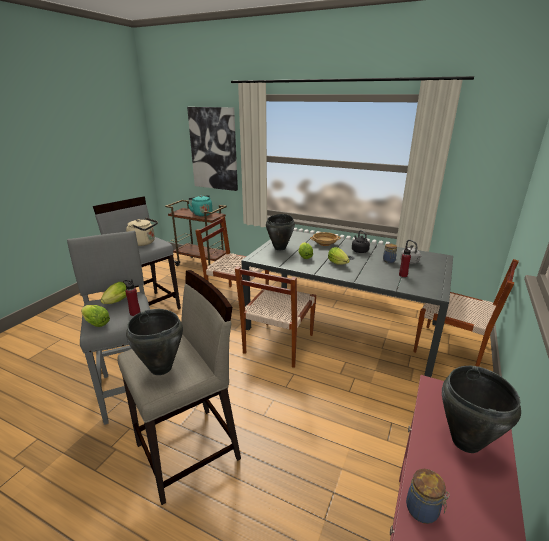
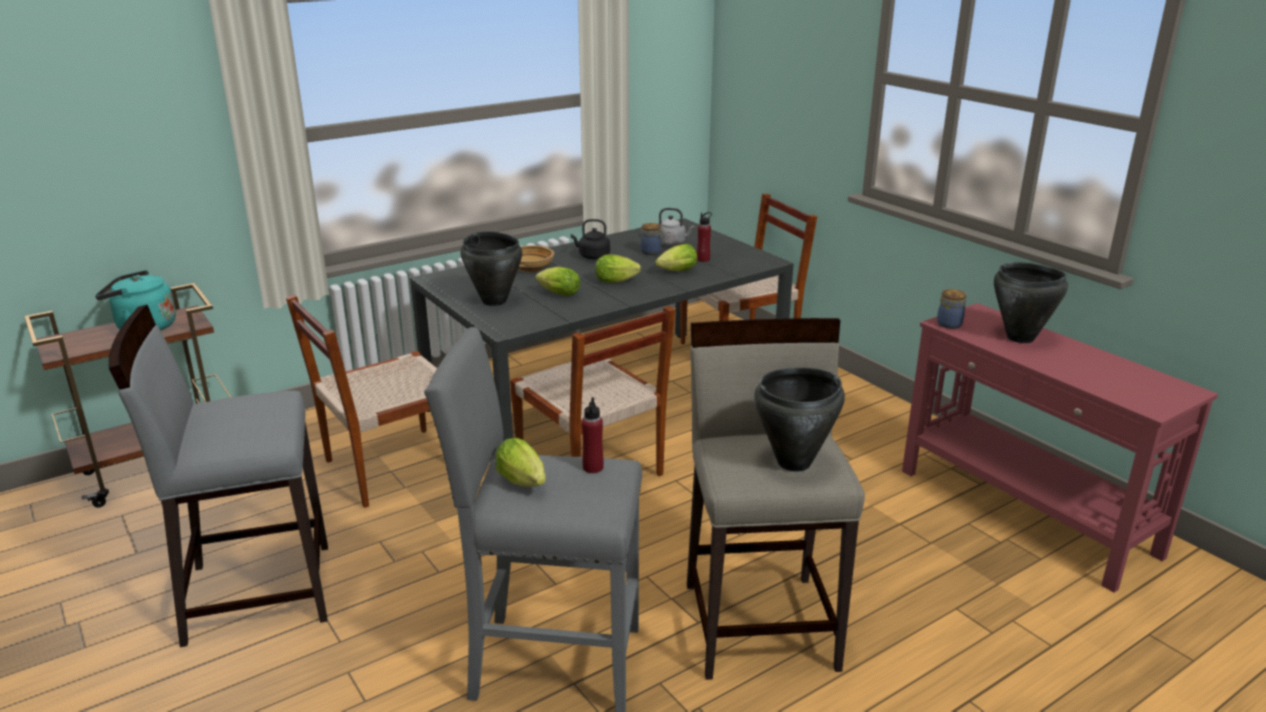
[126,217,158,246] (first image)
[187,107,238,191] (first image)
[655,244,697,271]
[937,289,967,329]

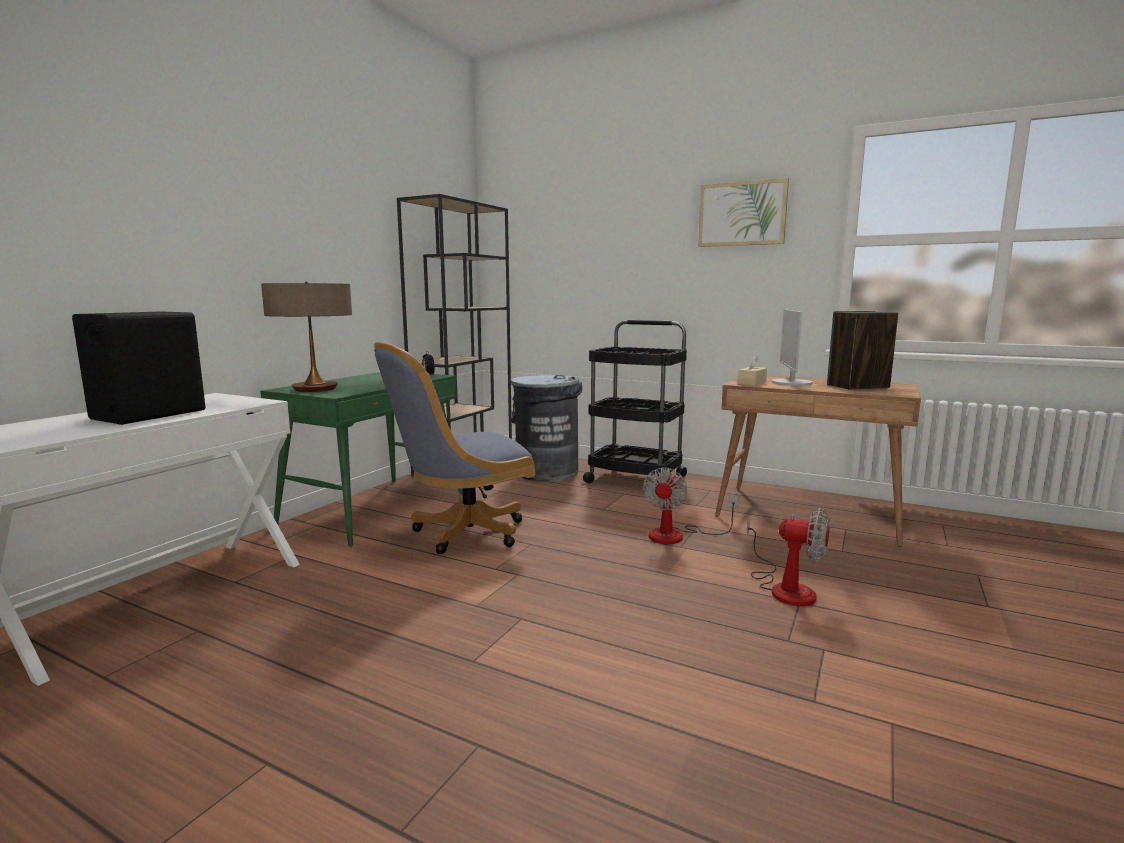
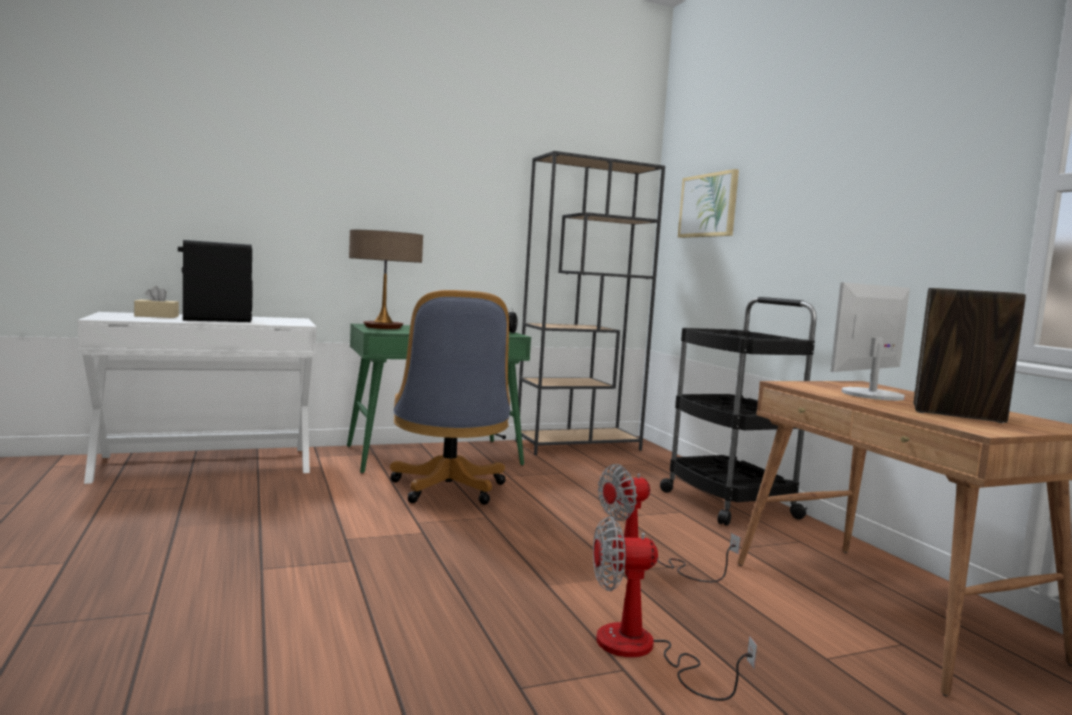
[511,375,583,482] (first image)
[678,169,739,238]
[134,286,179,318]
[390,290,510,505]
[593,517,757,701]

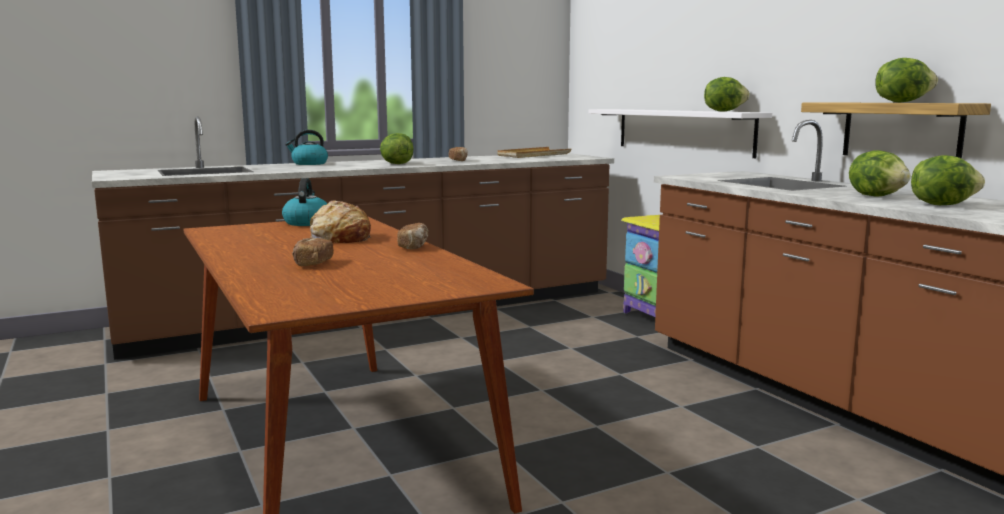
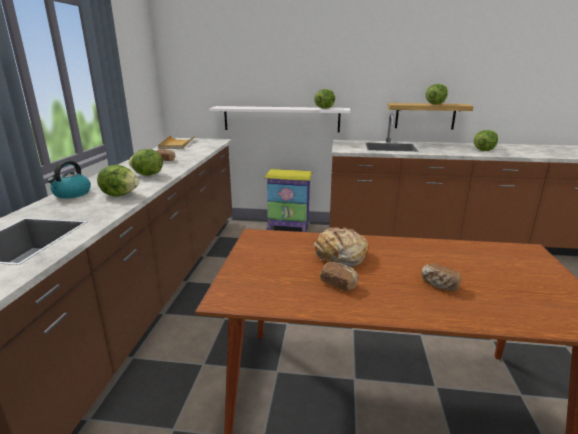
[282,178,327,226] (first image)
[320,262,358,291]
[97,165,139,196]

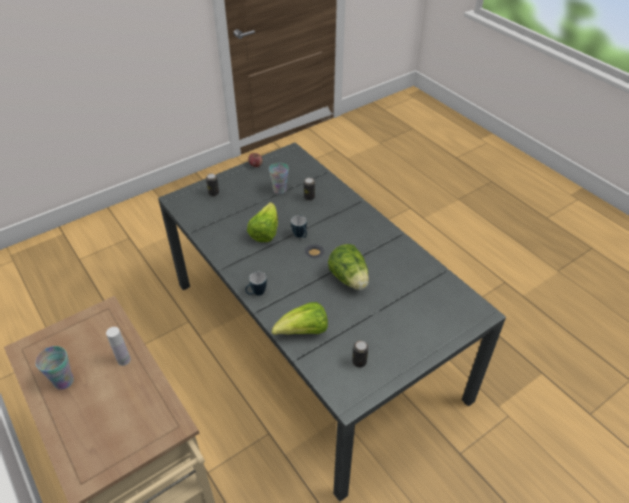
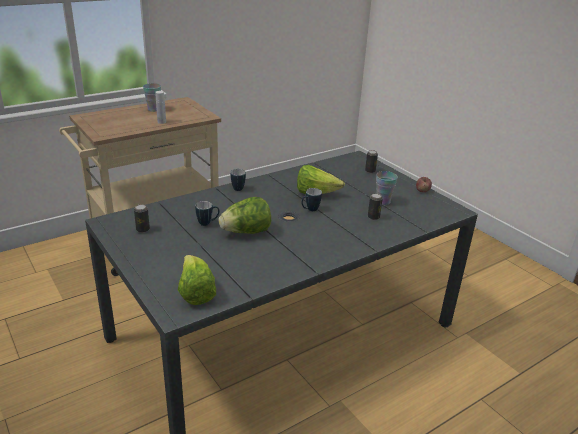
[195,201,219,226]
[178,255,216,305]

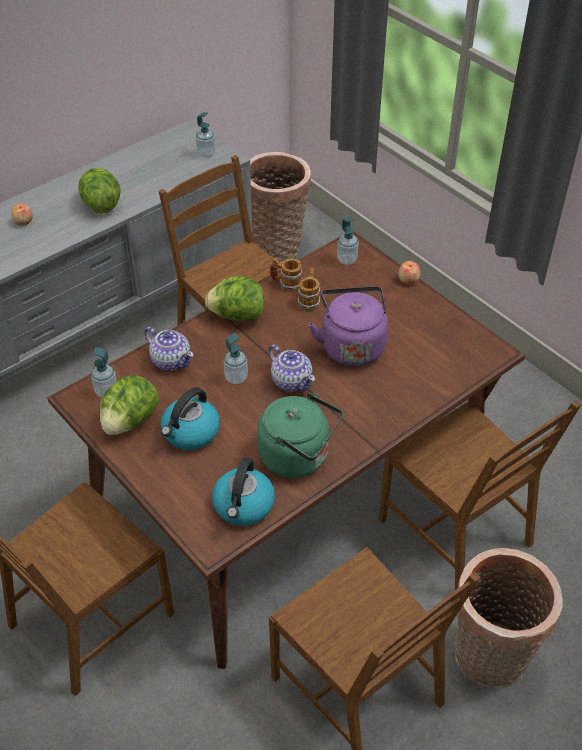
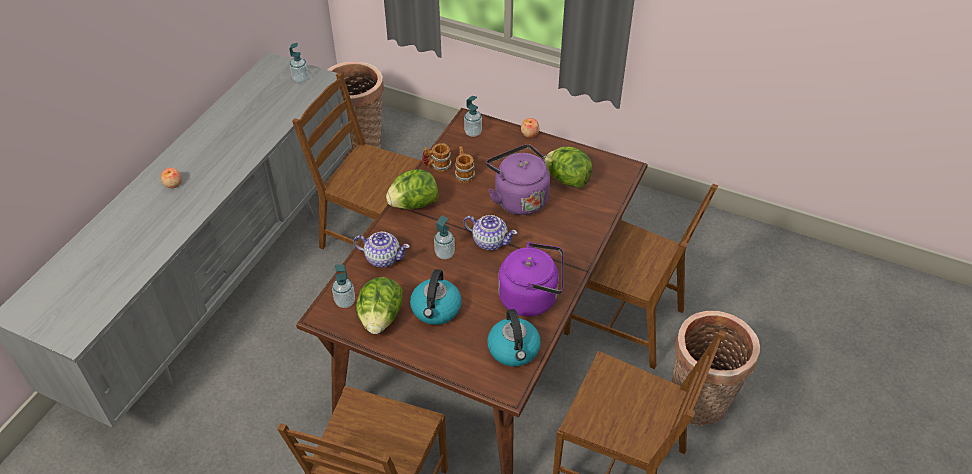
[544,146,592,188]
[498,242,564,317]

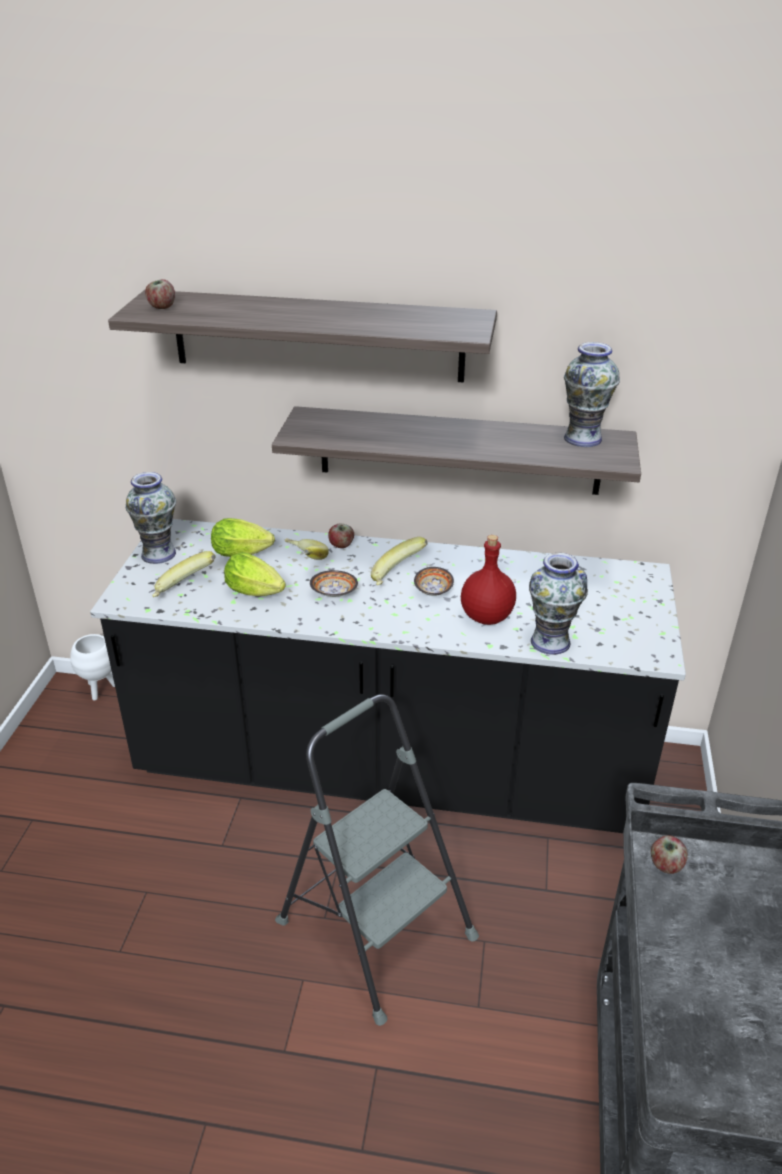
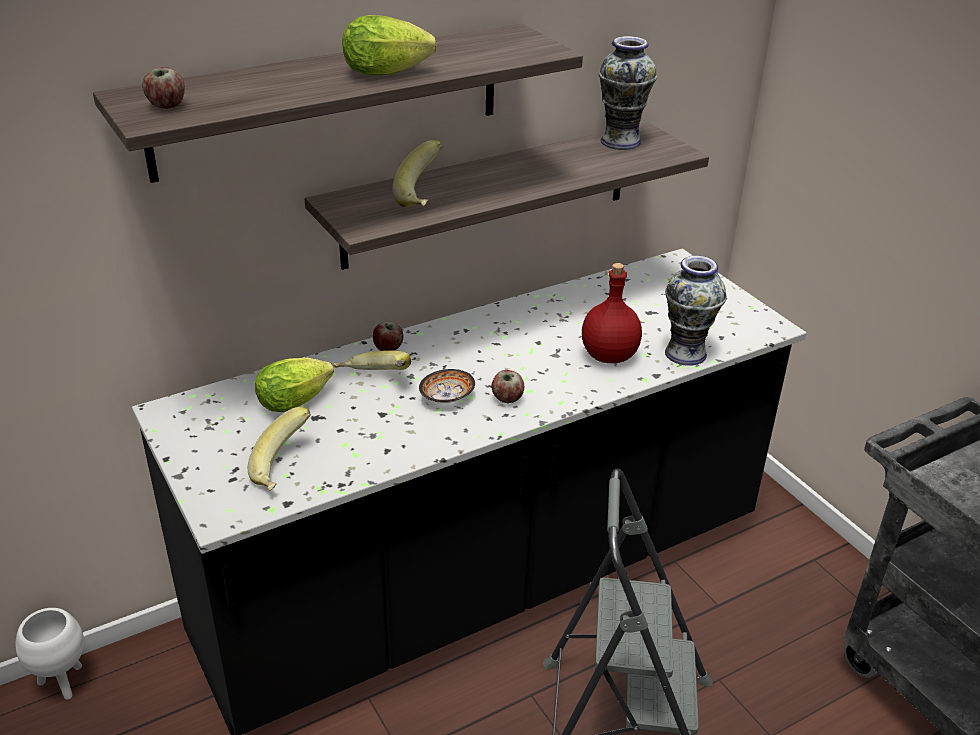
[125,472,176,564] (first image)
[414,567,454,596] (first image)
[342,15,437,75]
[392,140,443,207]
[492,370,524,403]

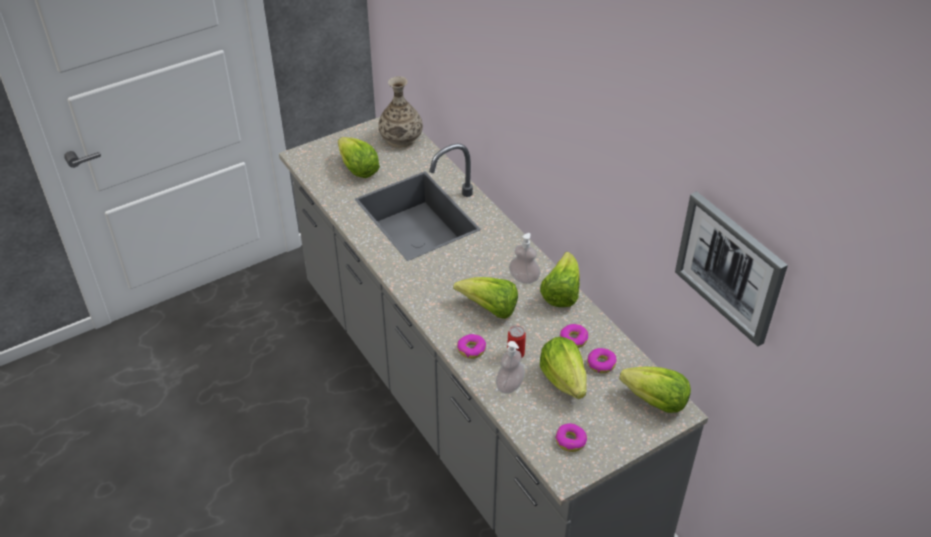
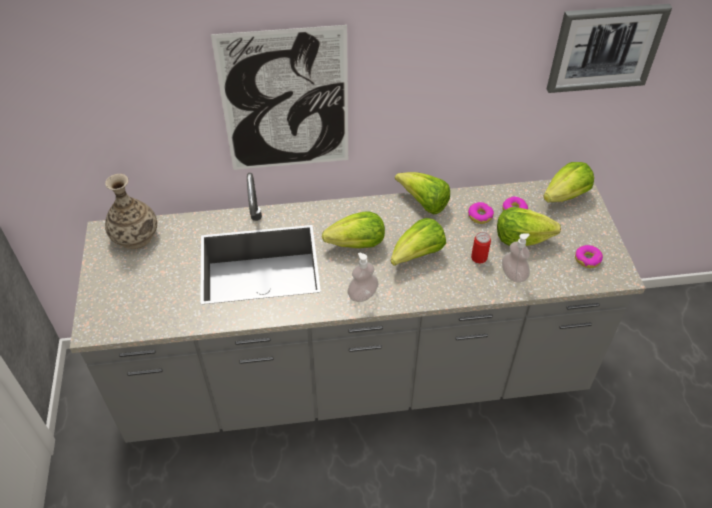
[457,334,486,359] (first image)
[211,25,348,170]
[322,211,385,248]
[347,253,378,302]

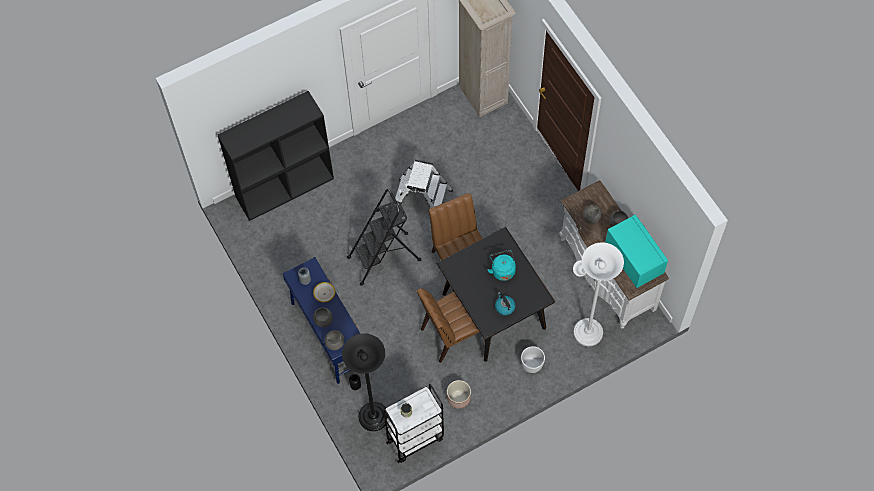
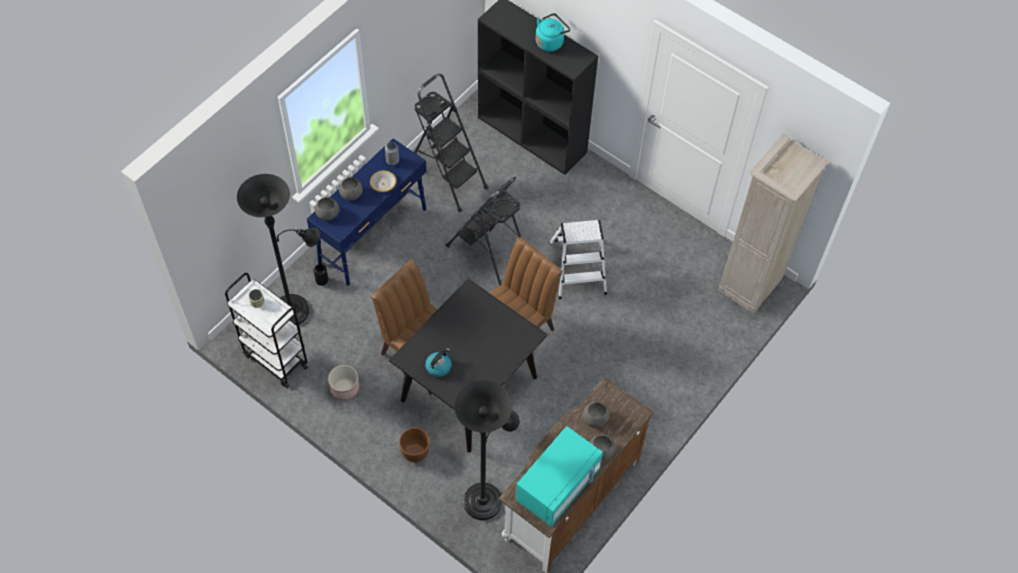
[414,74,489,212]
[536,13,570,52]
[399,428,430,462]
[455,380,520,520]

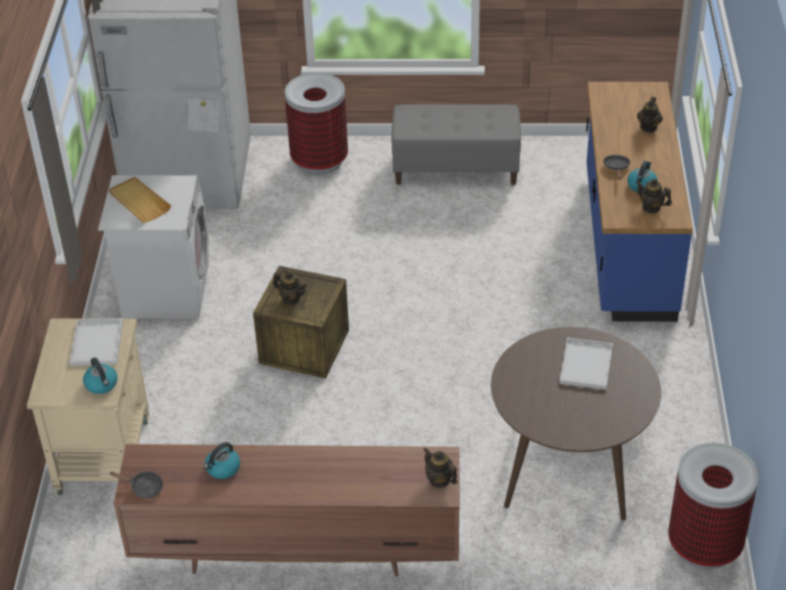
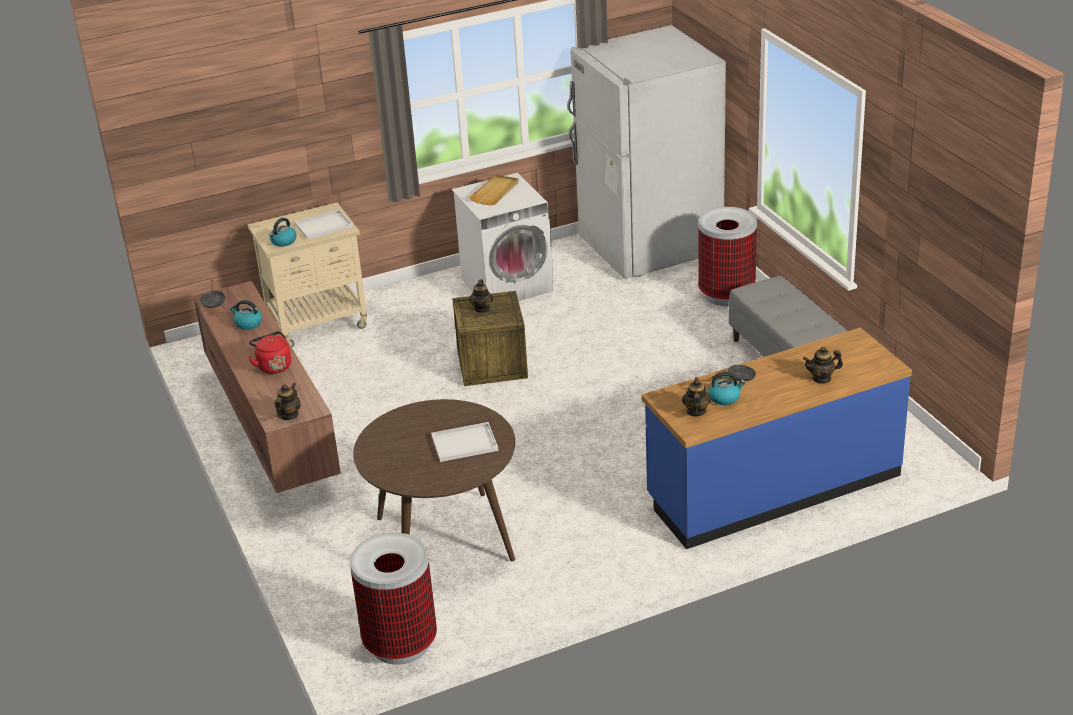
[249,331,291,374]

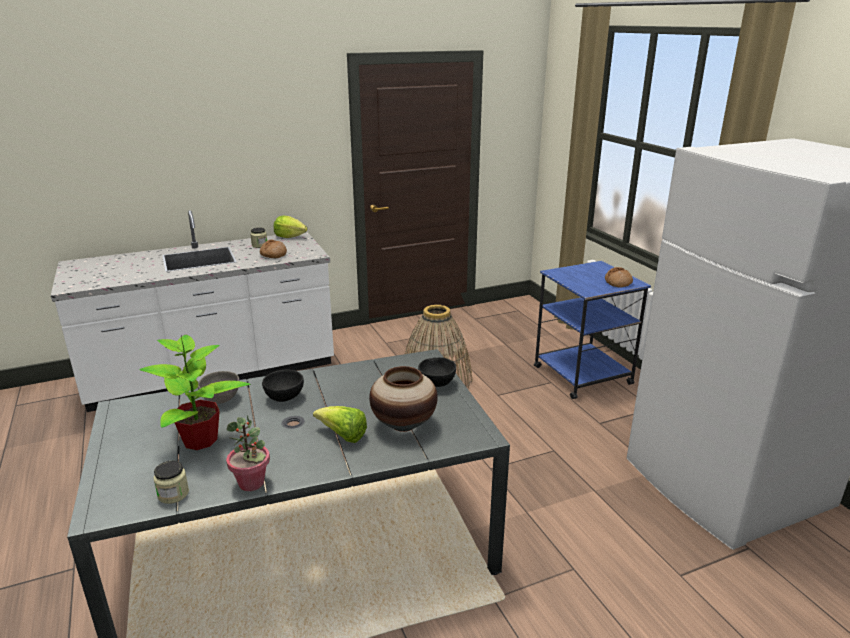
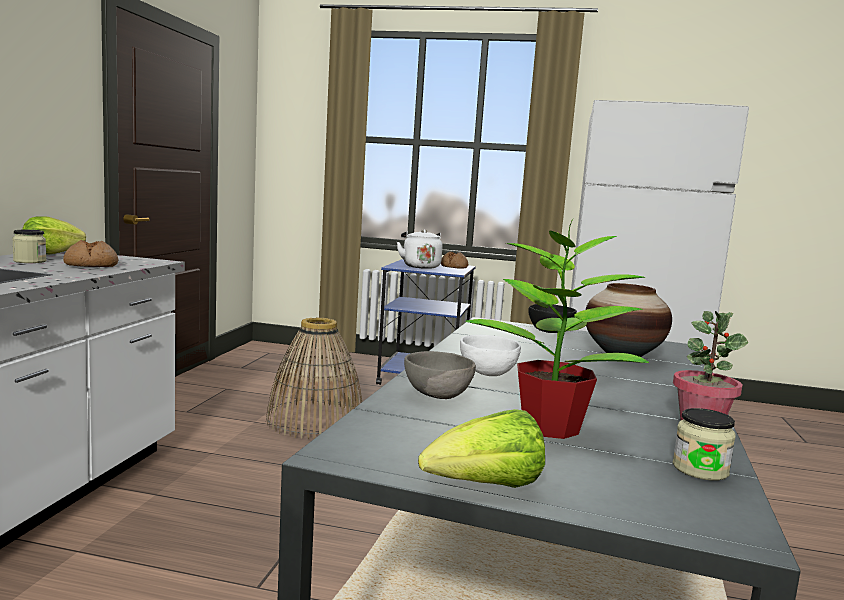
[397,229,443,269]
[418,409,545,488]
[460,335,521,376]

